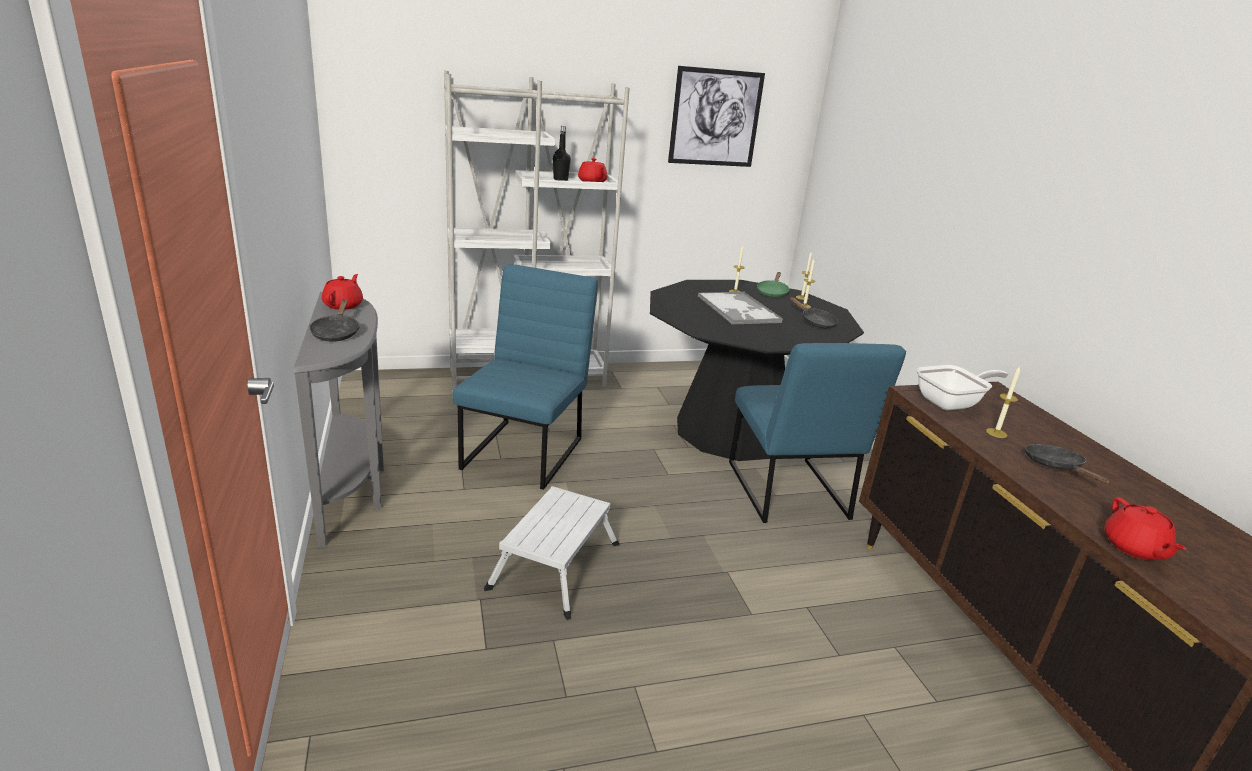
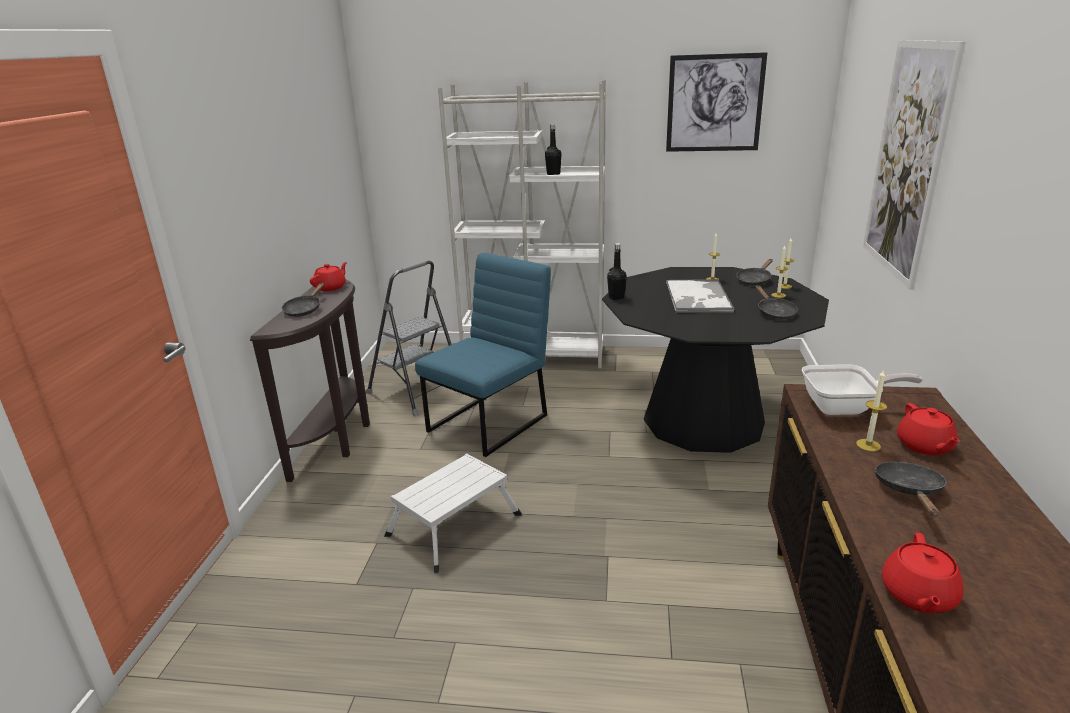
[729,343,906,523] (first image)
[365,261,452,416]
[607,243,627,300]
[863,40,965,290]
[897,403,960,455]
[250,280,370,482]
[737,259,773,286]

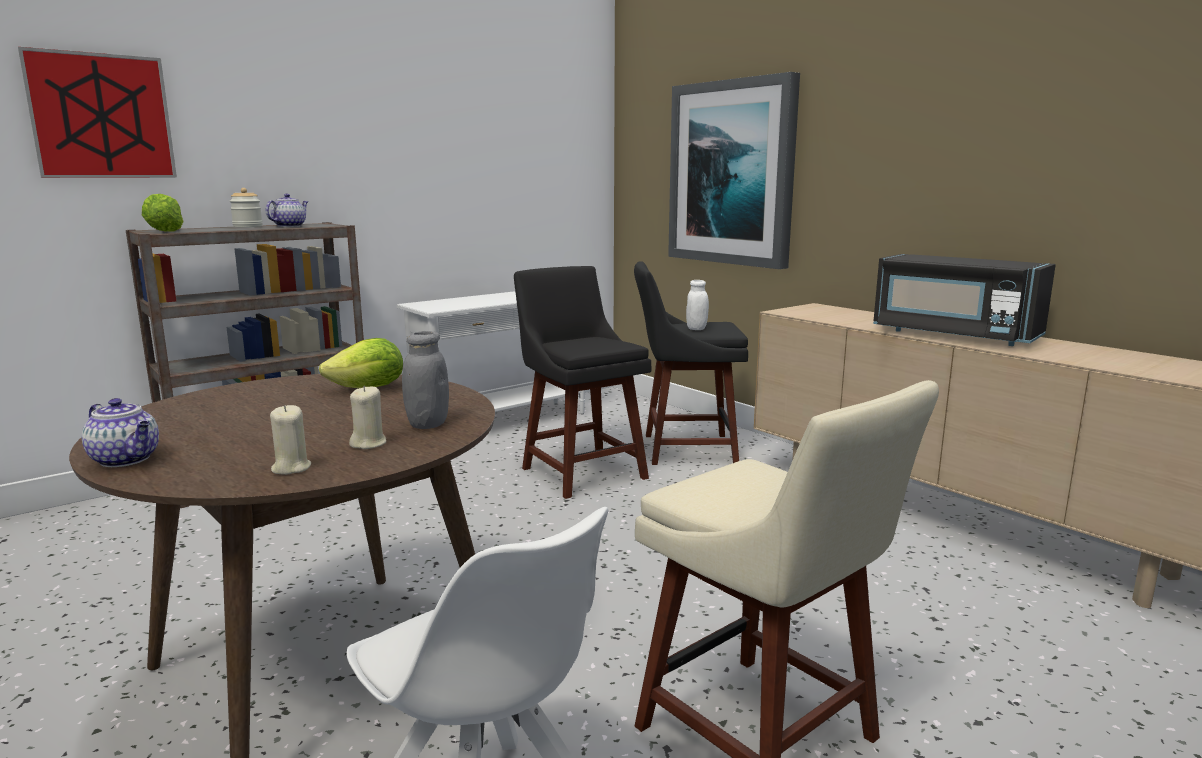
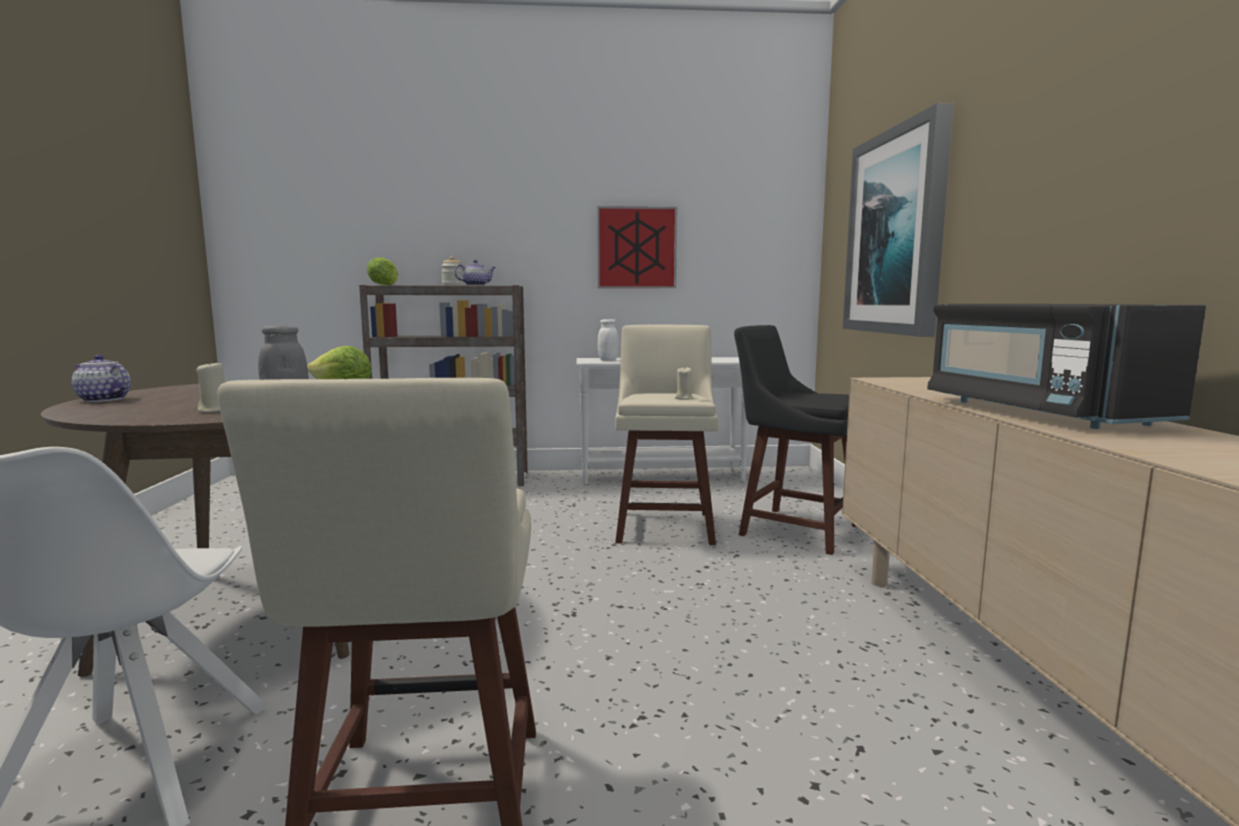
[597,206,677,288]
[675,366,693,400]
[598,319,619,361]
[615,325,719,545]
[72,354,131,402]

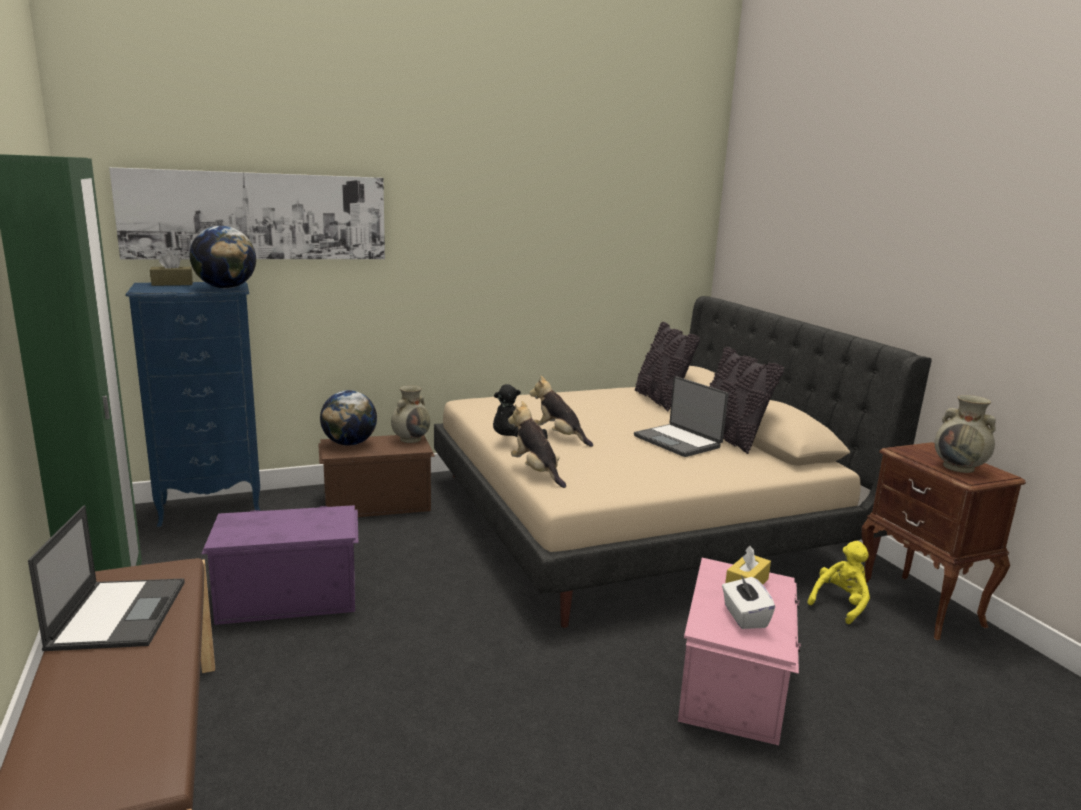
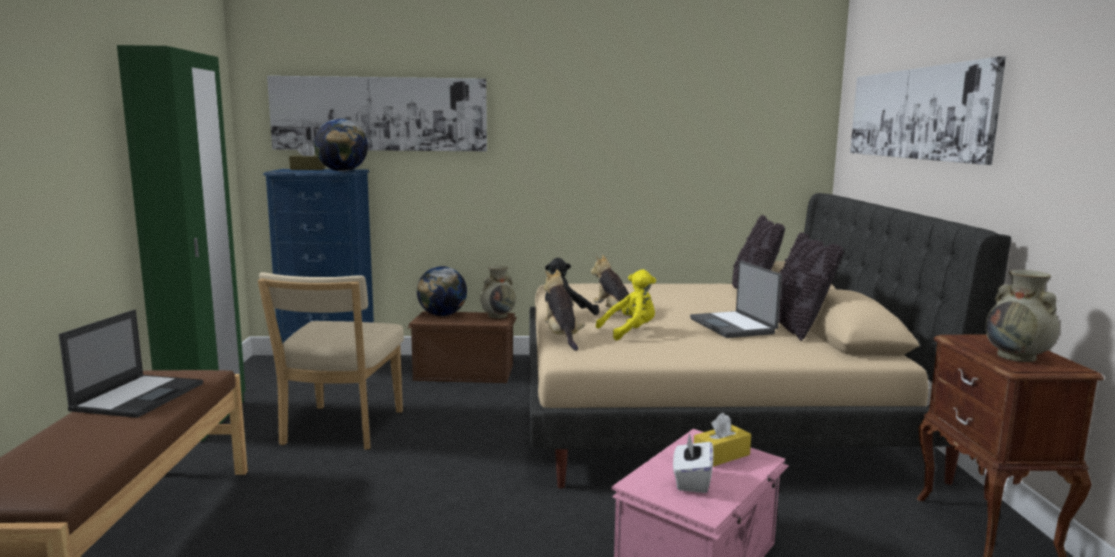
[850,56,1006,165]
[596,269,656,340]
[257,272,404,450]

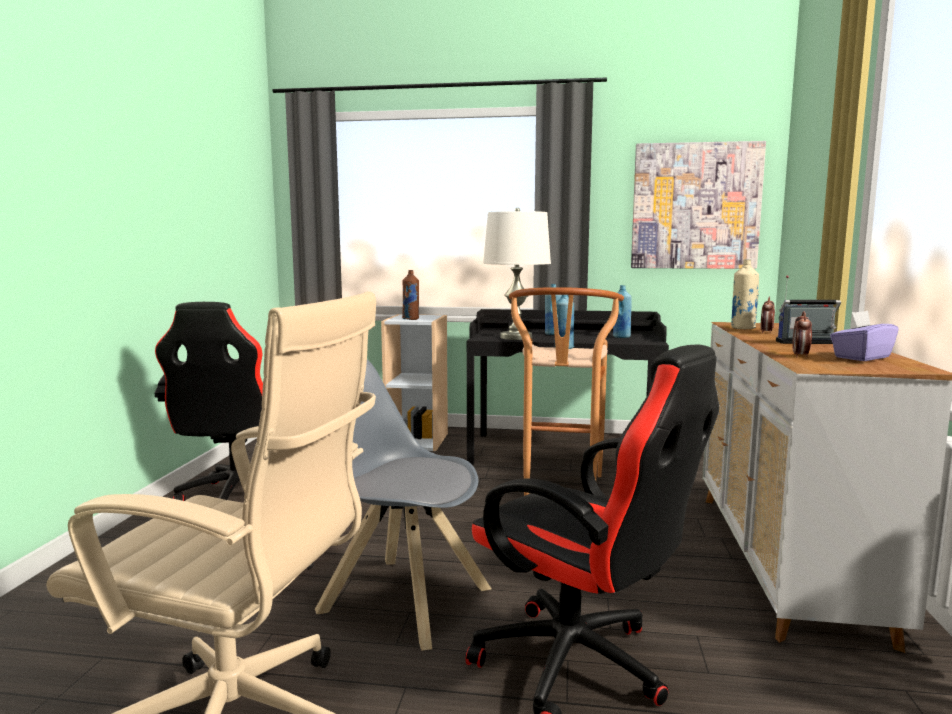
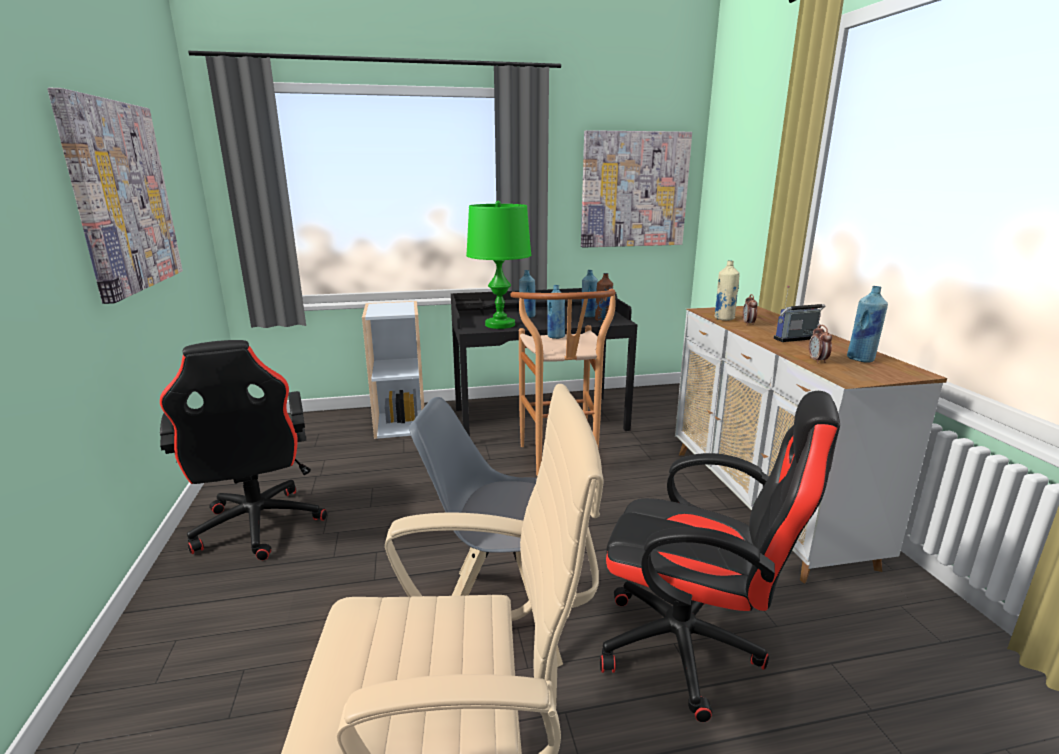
[47,88,183,304]
[595,273,613,322]
[847,286,888,363]
[466,201,531,329]

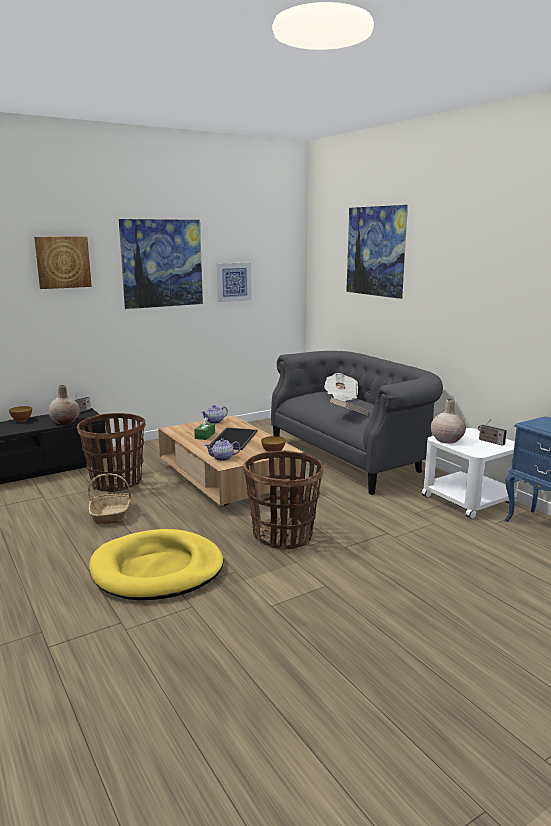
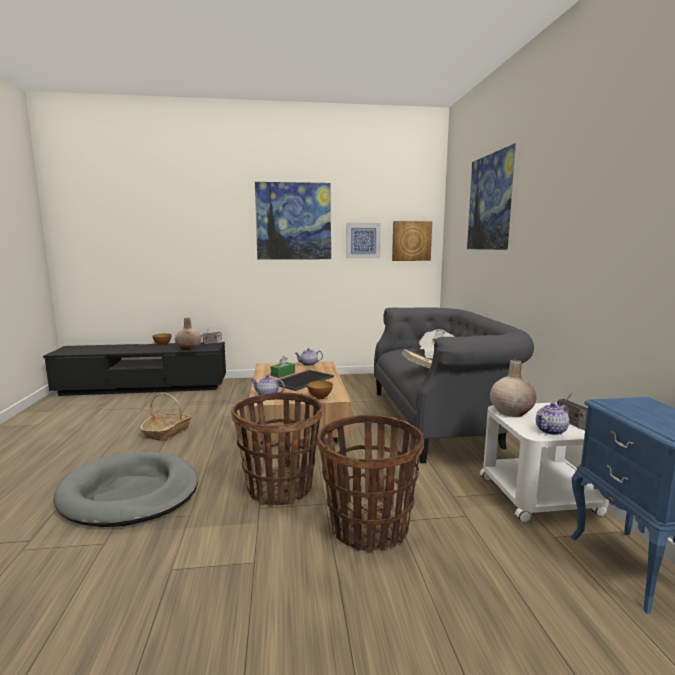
[536,403,569,435]
[392,221,432,261]
[317,415,424,552]
[53,452,198,527]

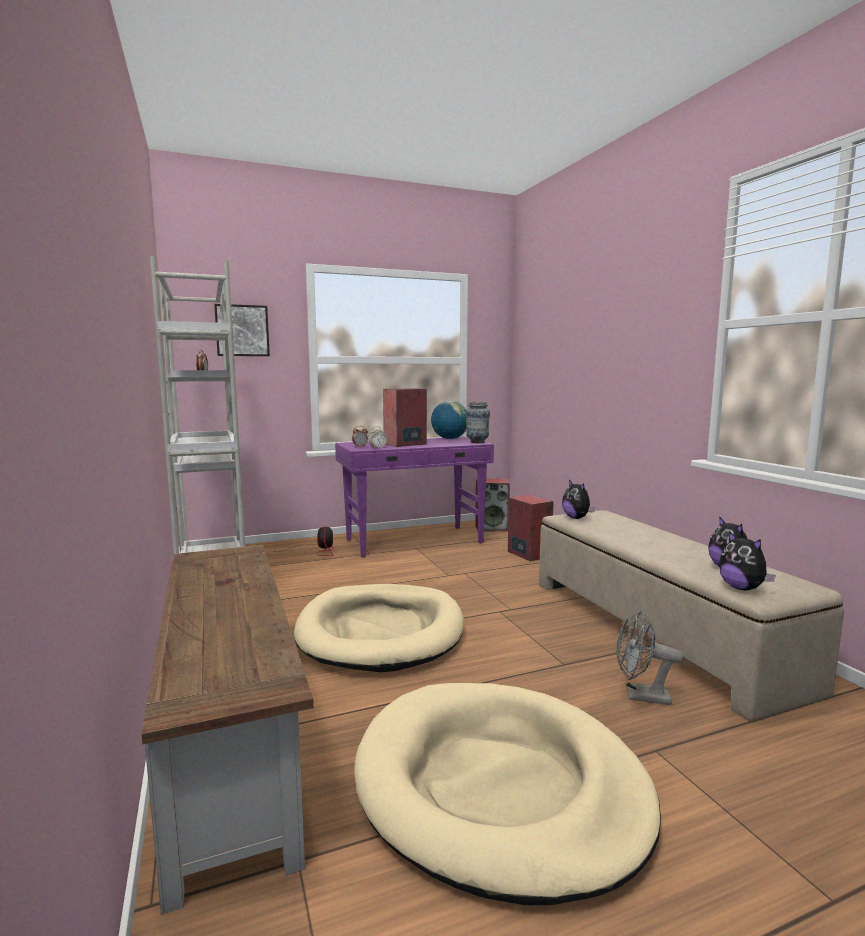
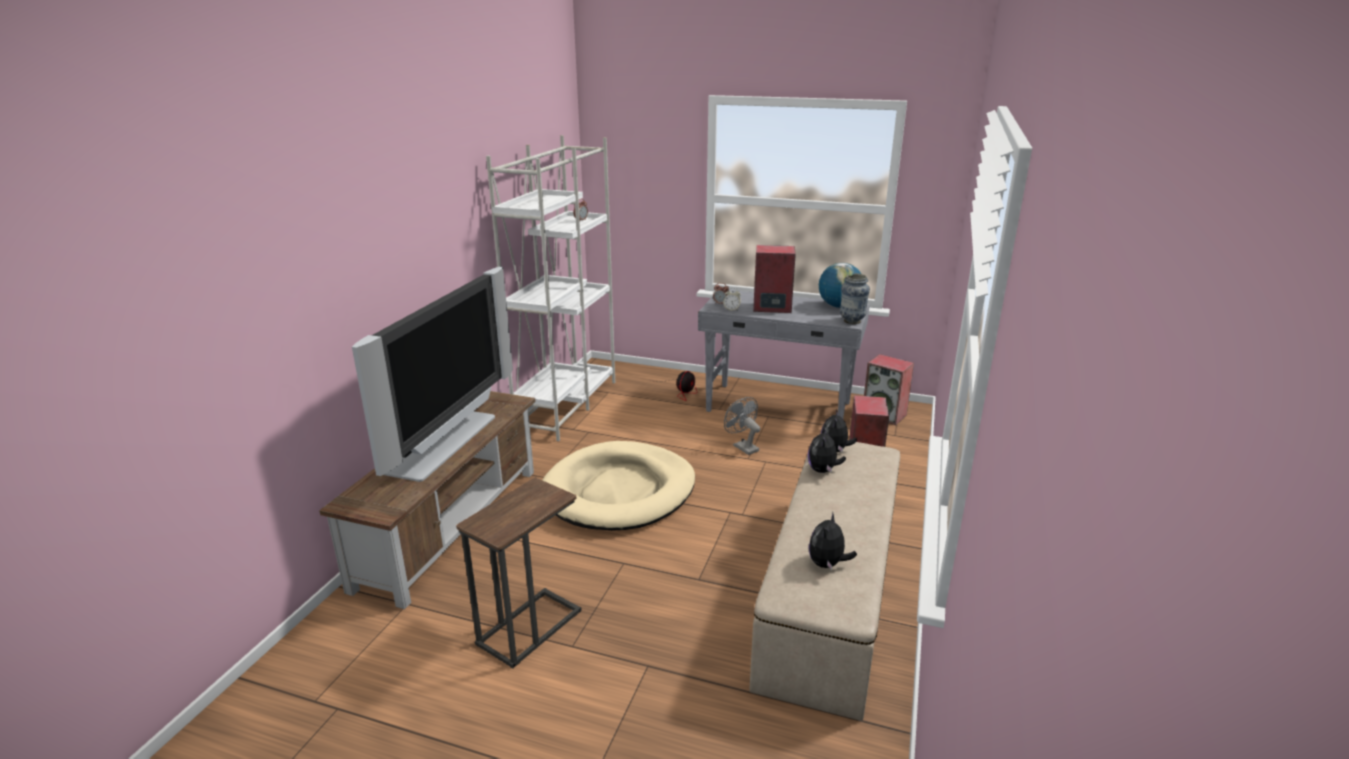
[214,304,270,356] (first image)
[352,267,513,482]
[724,397,760,455]
[808,427,846,473]
[456,478,582,669]
[698,290,870,419]

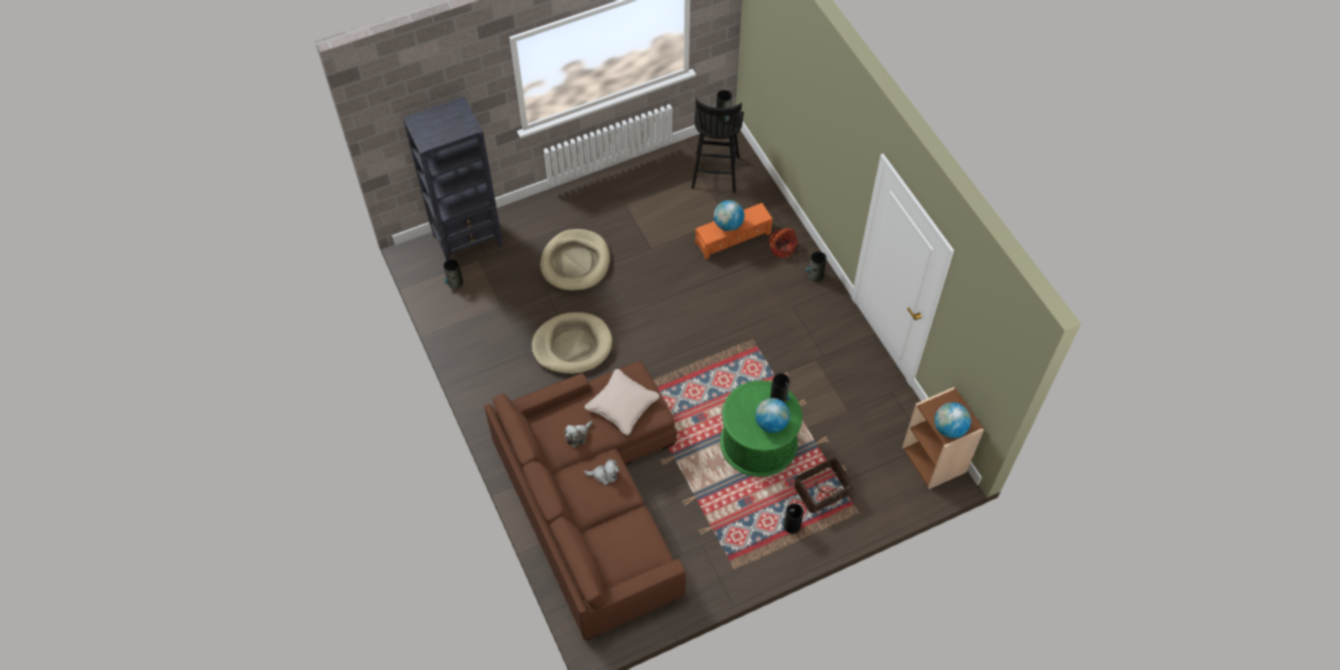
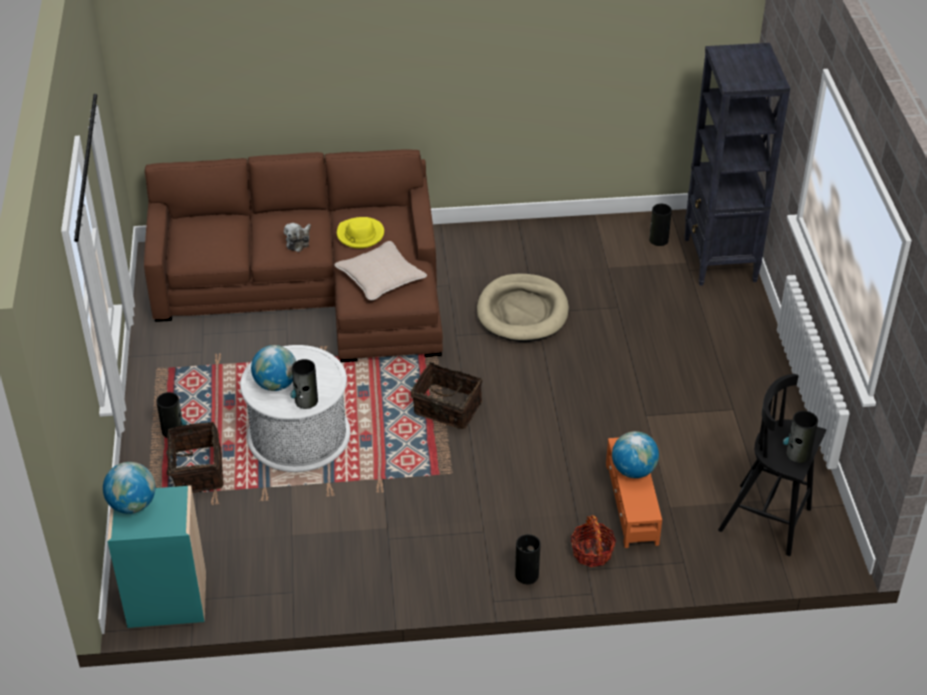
[540,229,610,292] (first image)
[411,362,483,429]
[337,217,384,249]
[240,345,351,472]
[107,485,206,628]

